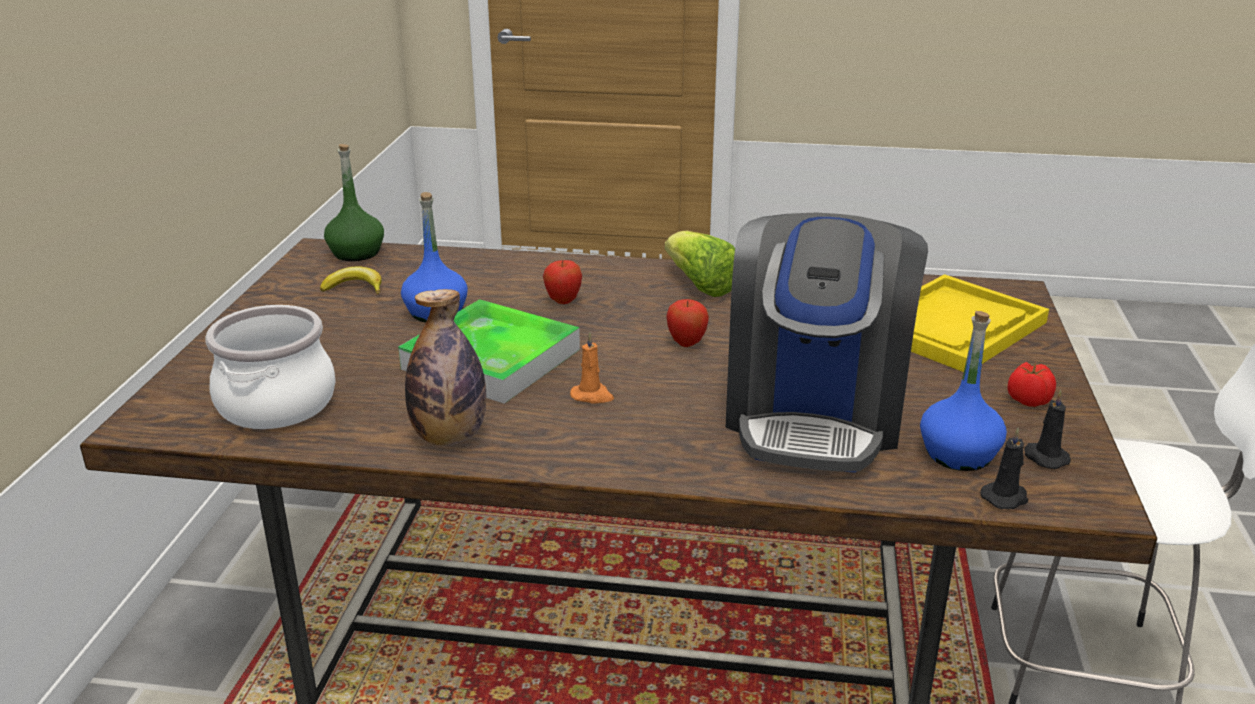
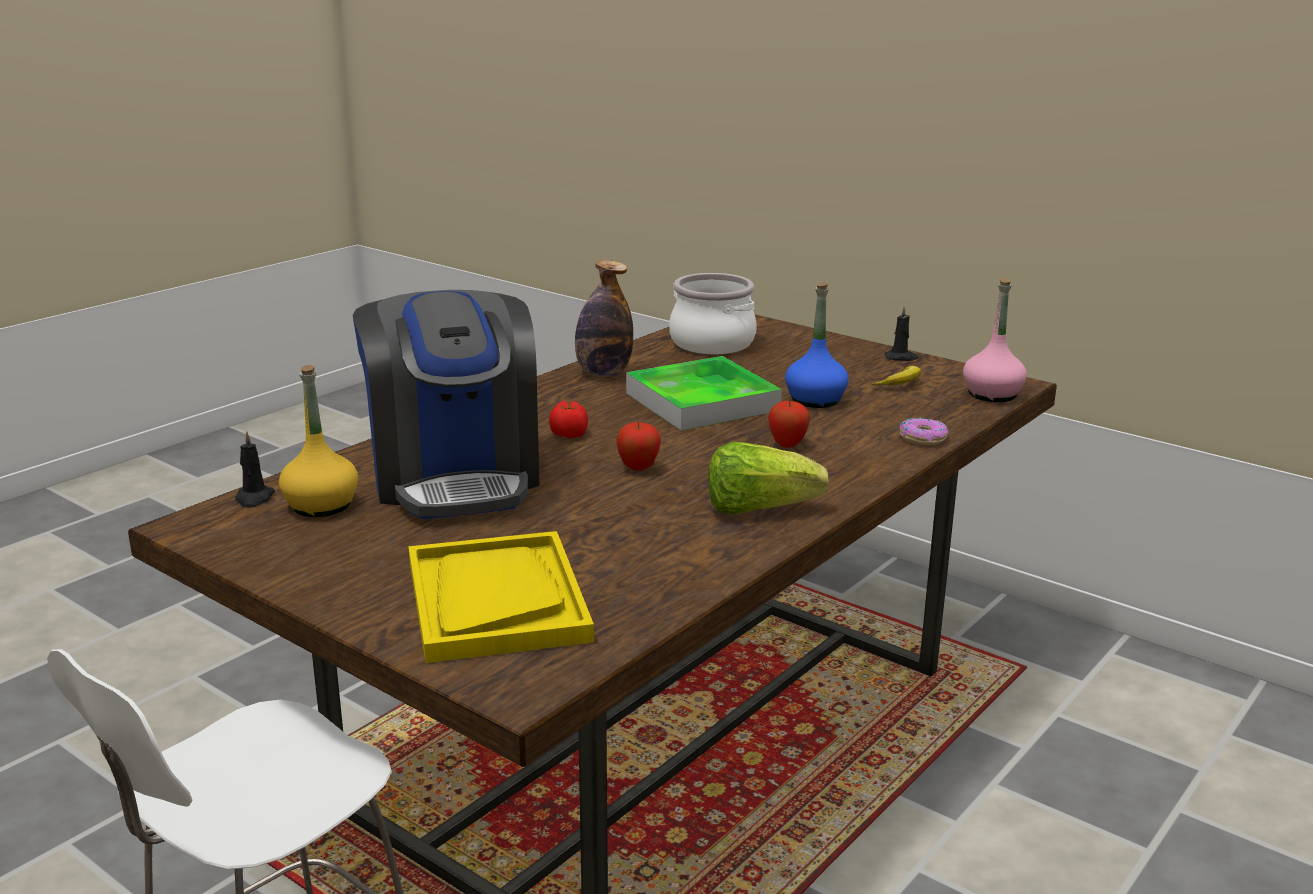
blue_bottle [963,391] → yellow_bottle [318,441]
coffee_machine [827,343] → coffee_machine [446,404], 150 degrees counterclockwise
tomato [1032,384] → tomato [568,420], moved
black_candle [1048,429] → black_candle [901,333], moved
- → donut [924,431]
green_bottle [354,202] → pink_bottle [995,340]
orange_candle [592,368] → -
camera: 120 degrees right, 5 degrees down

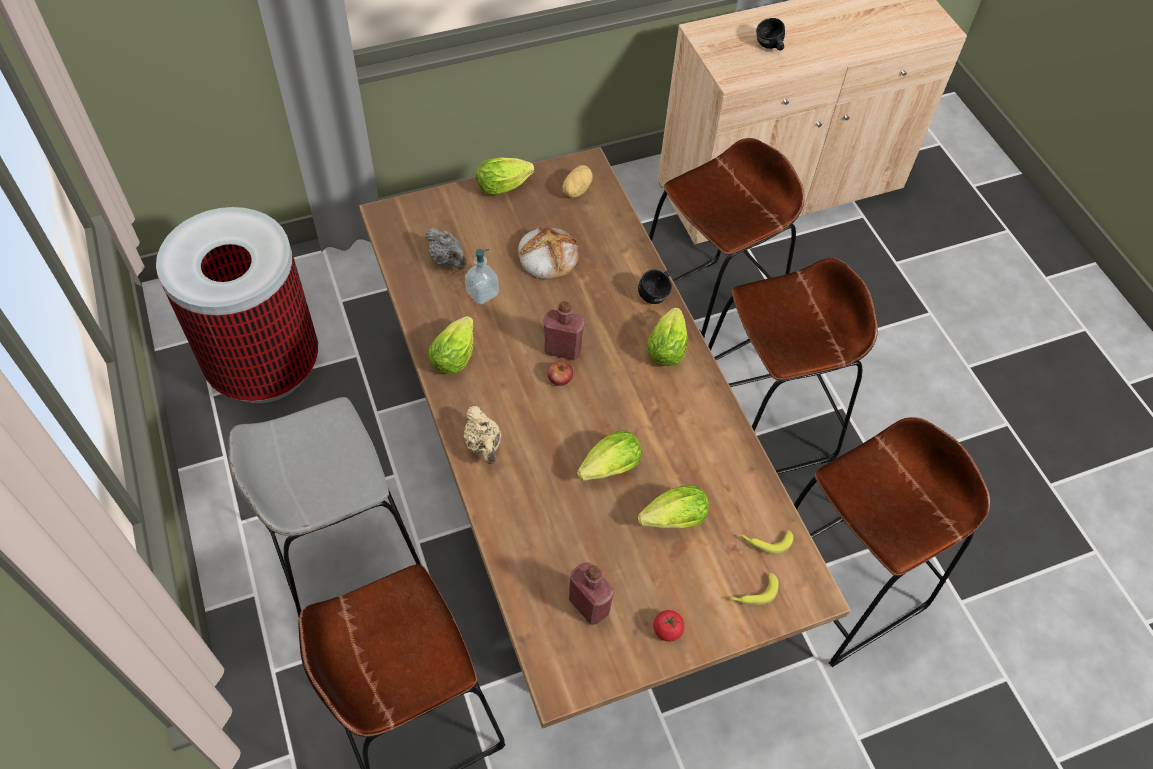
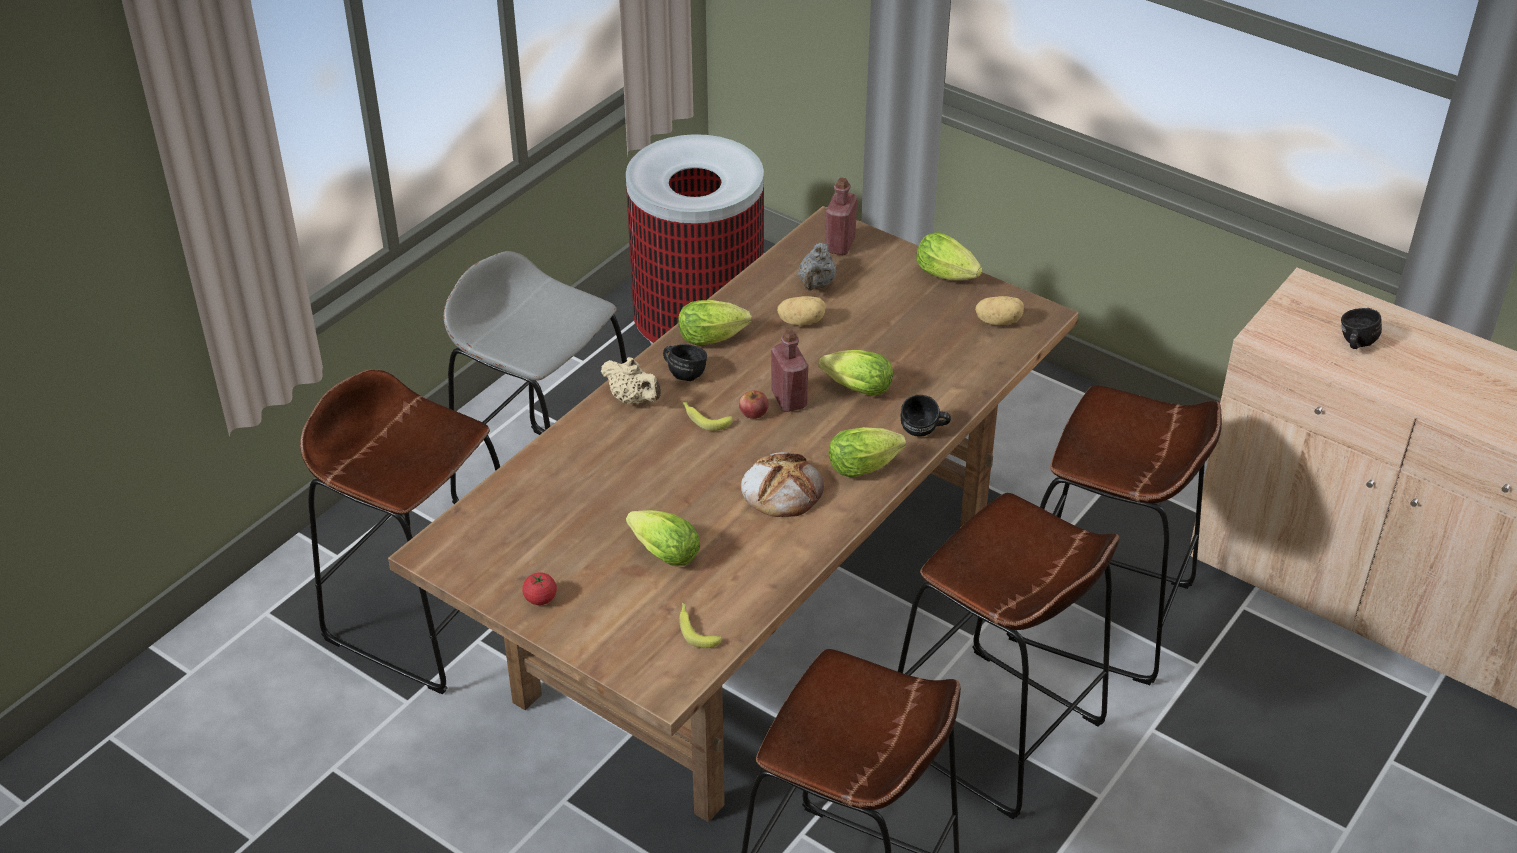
beige_teapot [483,435] → beige_teapot [631,380], 90 degrees counterclockwise
- → black_mug [685,362]
banana [754,589] → banana [708,416], moved
bread [549,253] → bread [782,484], moved
soap_dispenser [482,276] → potato [801,311]
lettuce [609,455] → lettuce [855,373], moved
red_bottle [591,593] → red_bottle [841,216], moved
camera: 60 degrees right, 15 degrees down

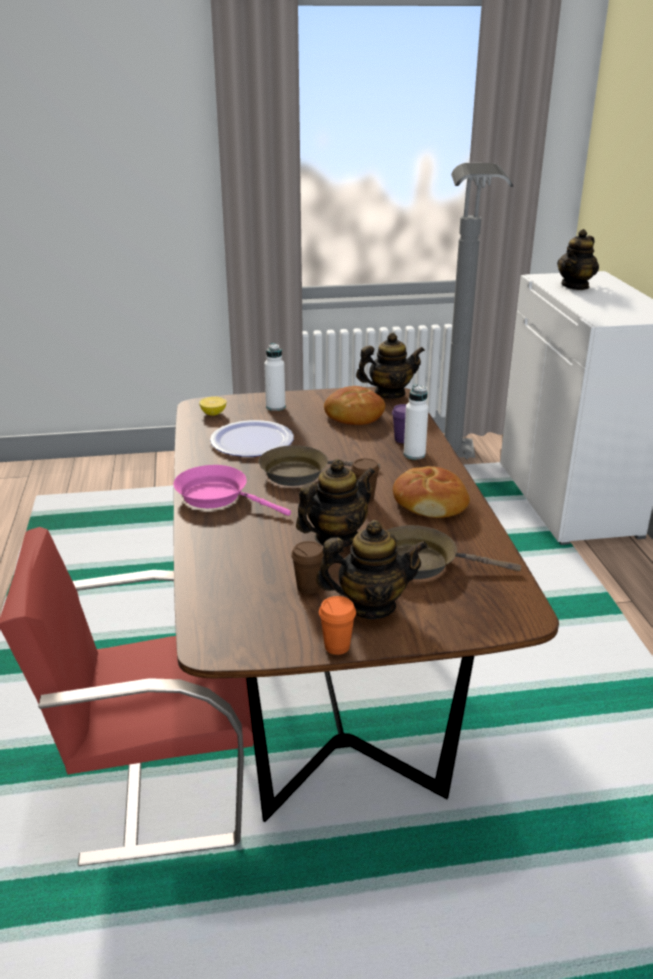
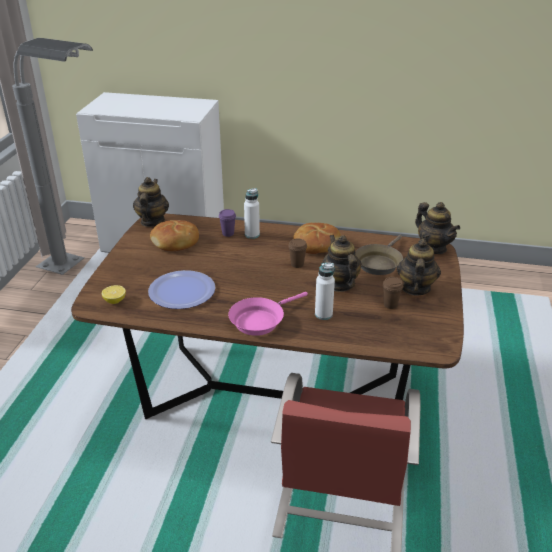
white_bottle [274,377] → white_bottle [325,291], moved
teapot [578,259] → teapot [437,228], moved
brown_frying_pan [319,465] → -
orange_cup [337,625] → -
camera: 70 degrees left, 5 degrees up

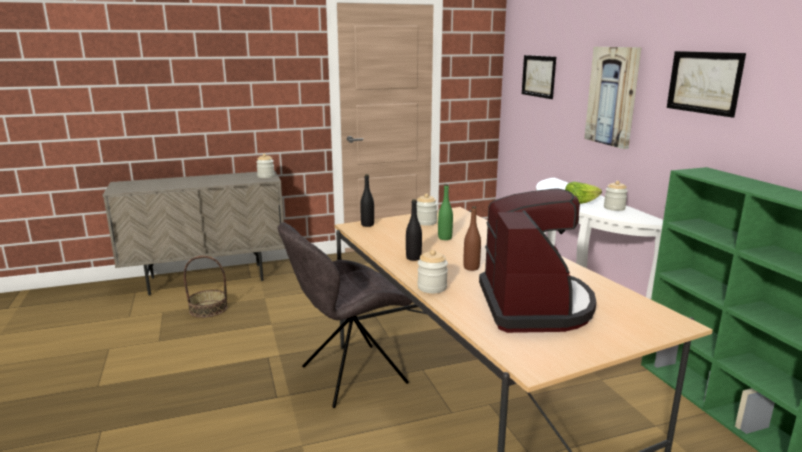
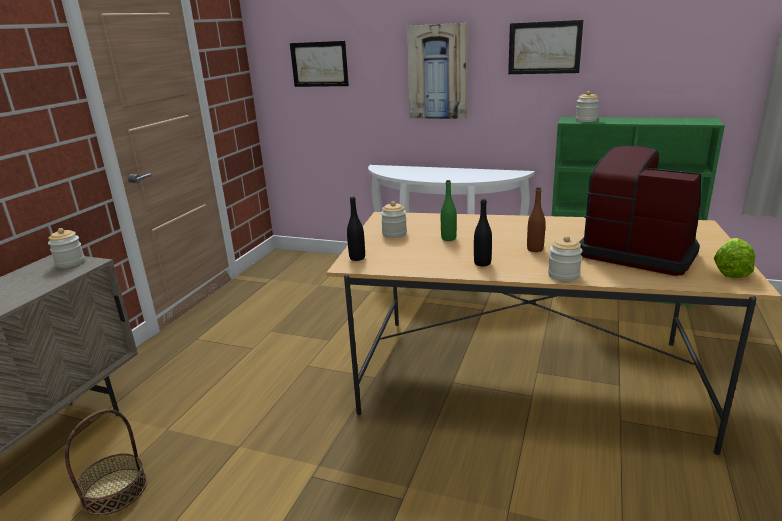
jar [616,196] → jar [587,106], moved
lettuce [583,193] → lettuce [735,258], moved
grey_chair [345,315] → -
camera: 50 degrees left, 5 degrees up

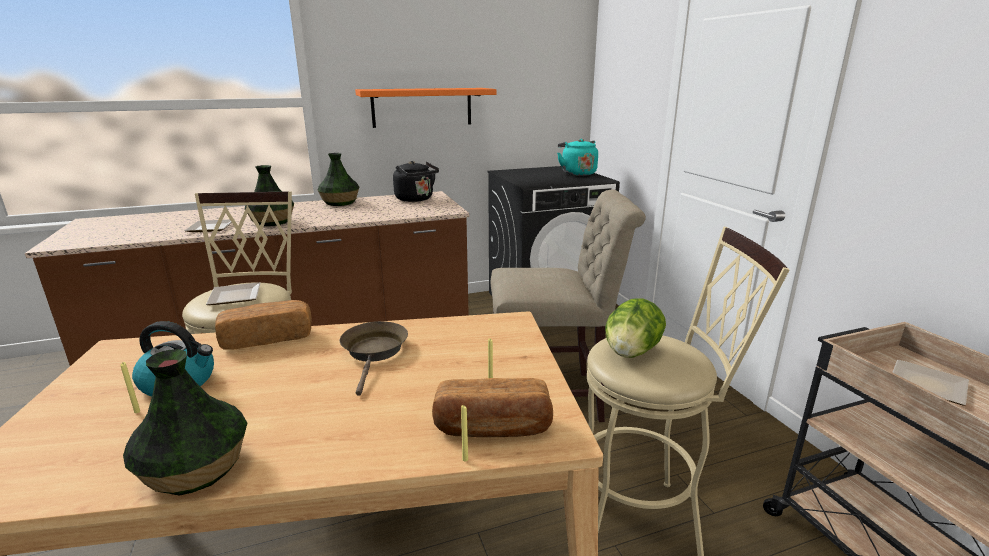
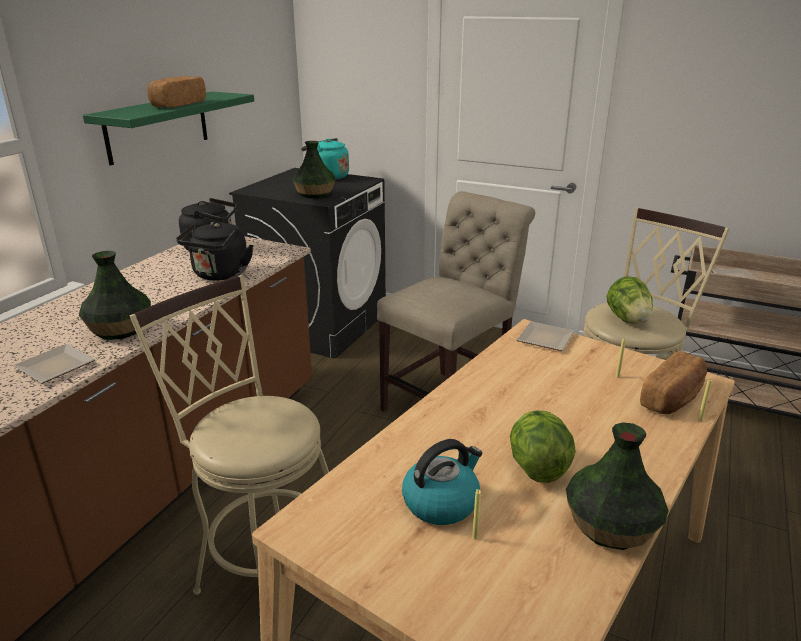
orange_shelf [426,108] → green_shelf [168,129]
bread [263,325] → bread [177,92], moved
- → black_kettle [214,251]
vase [338,179] → vase [314,169], moved
- → lettuce [543,446]
plate [233,293] → plate [545,336], moved
brown_frying_pan [374,358] → -
camera: 45 degrees left, 5 degrees up

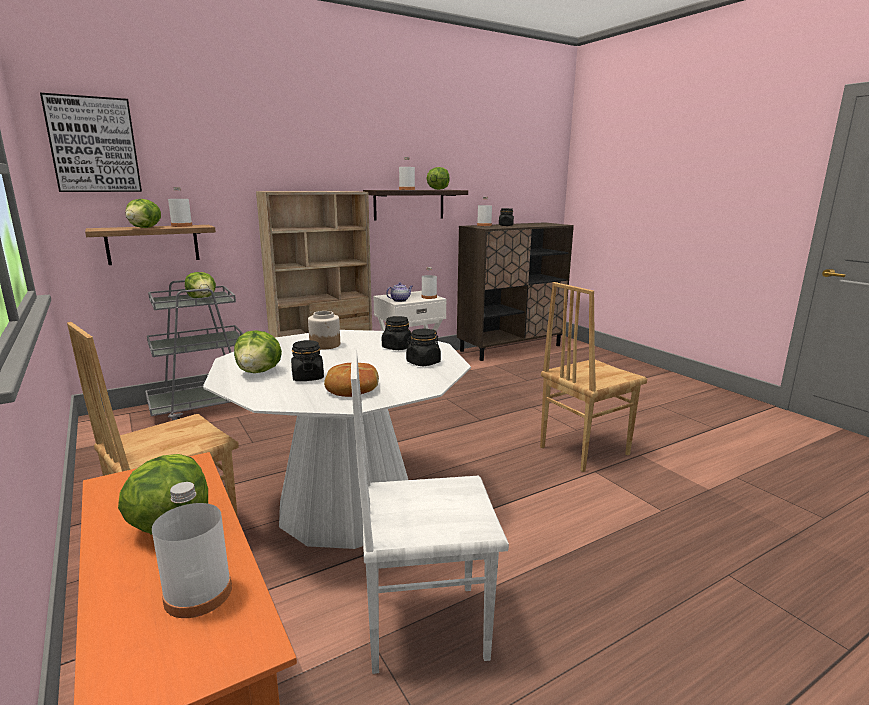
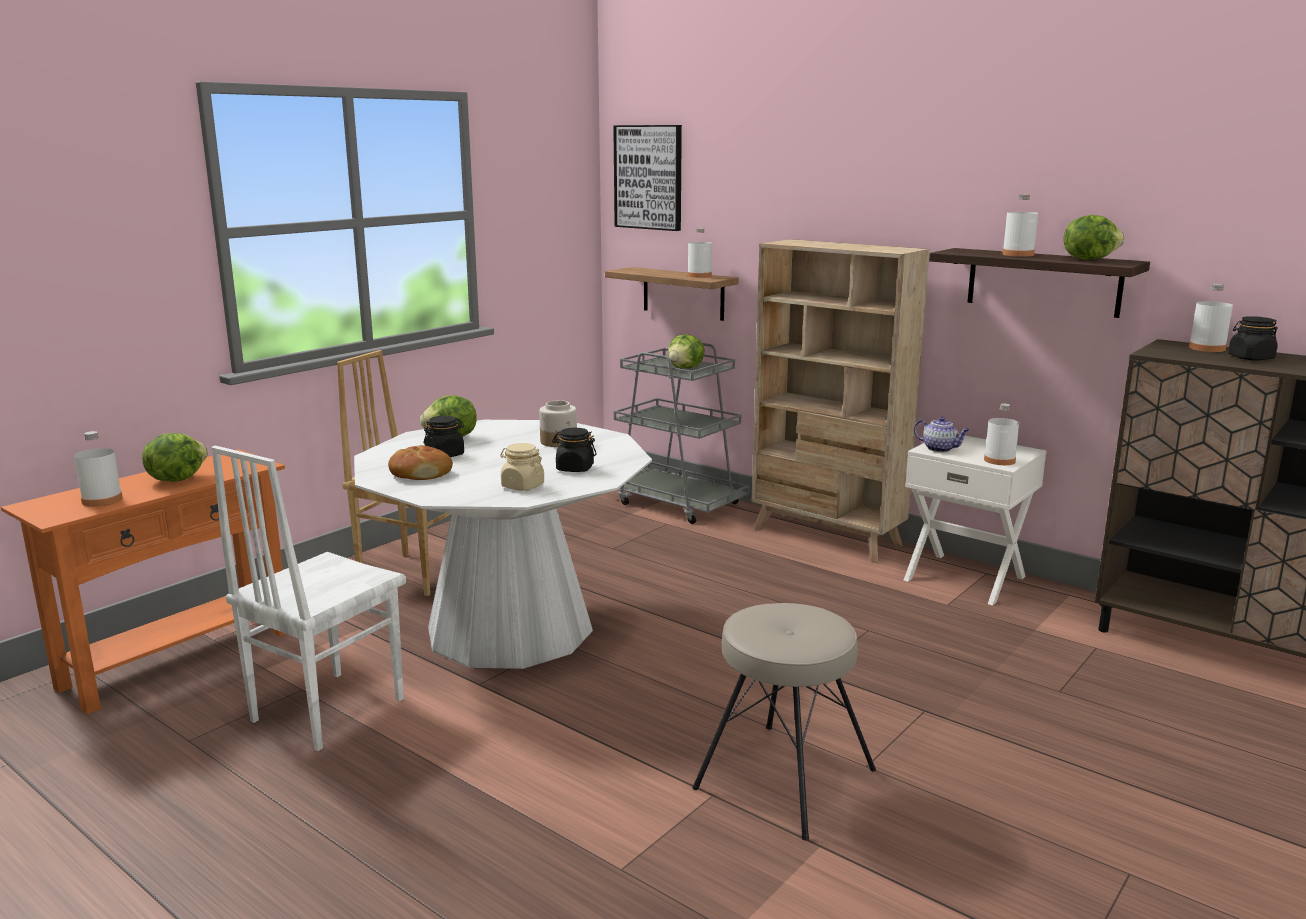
white_chair [430,511] → white_chair [308,598], 120 degrees counterclockwise
black_jar [423,347] → beige_jar [522,467]
brown_chair [593,377] → beige_stool [784,722]
lettuce [143,213] → -
camera: 70 degrees right, 0 degrees up

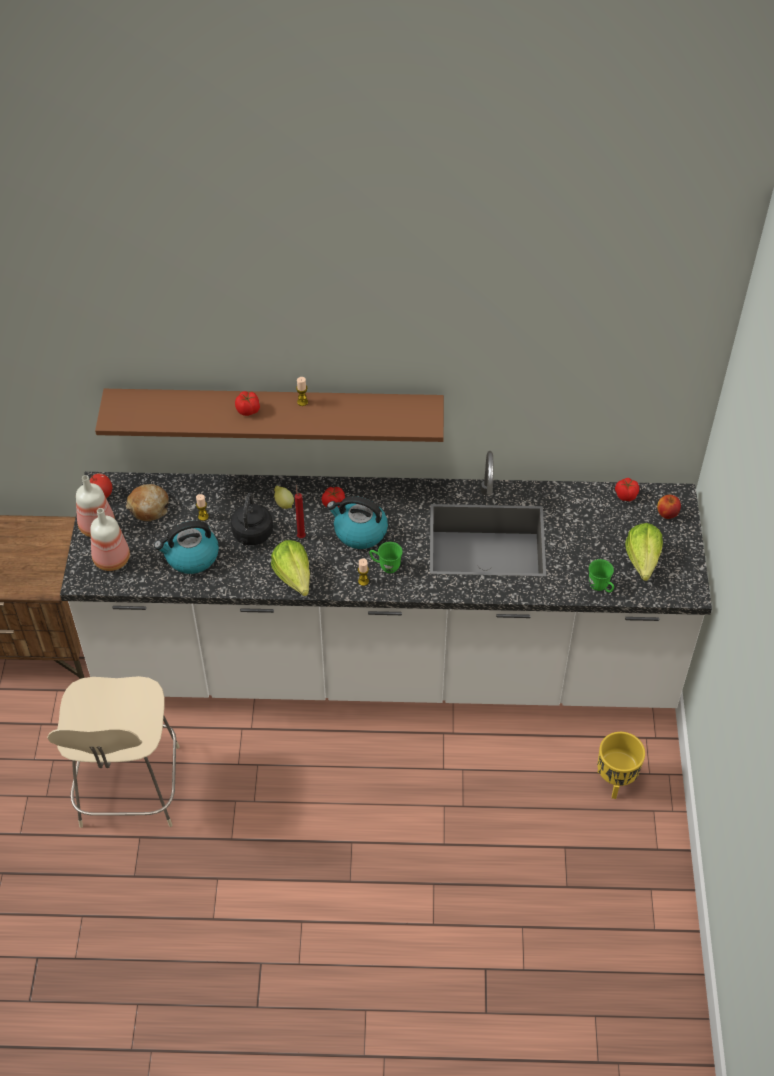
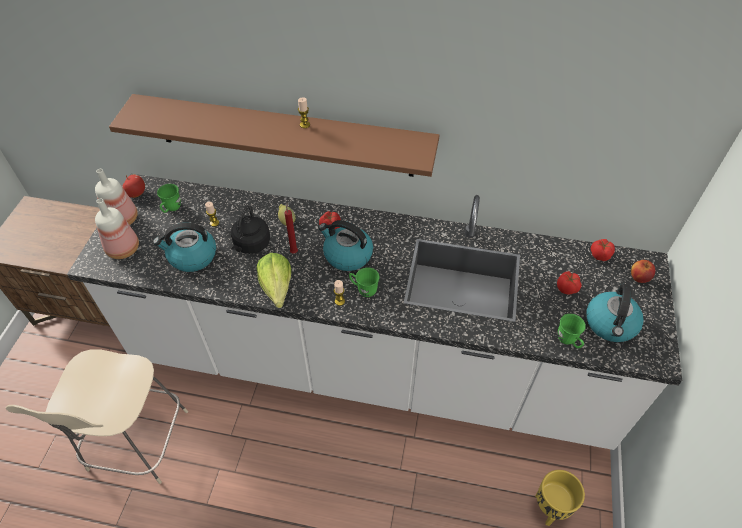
bread [147,502] → green_mug [169,198]
tomato [247,403] → tomato [569,282], moved
lettuce [644,552] → kettle [615,313]
camera: 10 degrees right, 0 degrees up

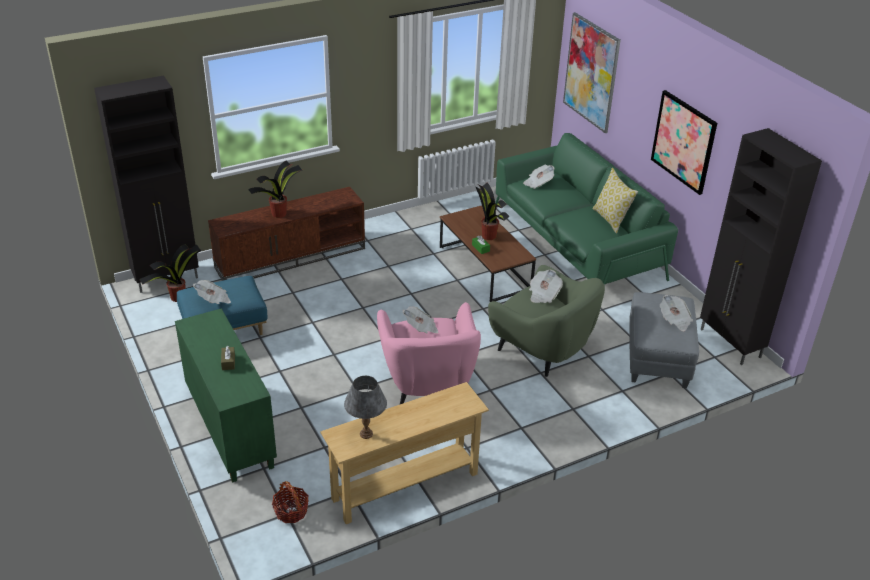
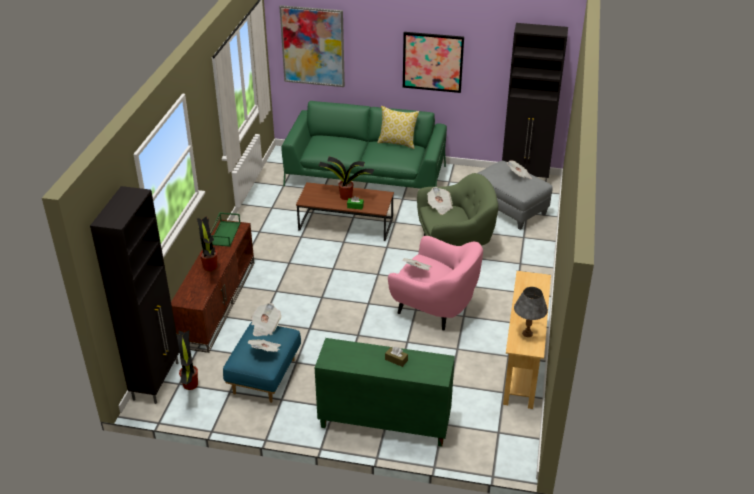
- → green_tray [225,229]
newspaper [539,177] → newspaper [266,319], moved
basket [290,502] → -
camera: 50 degrees left, 0 degrees up

